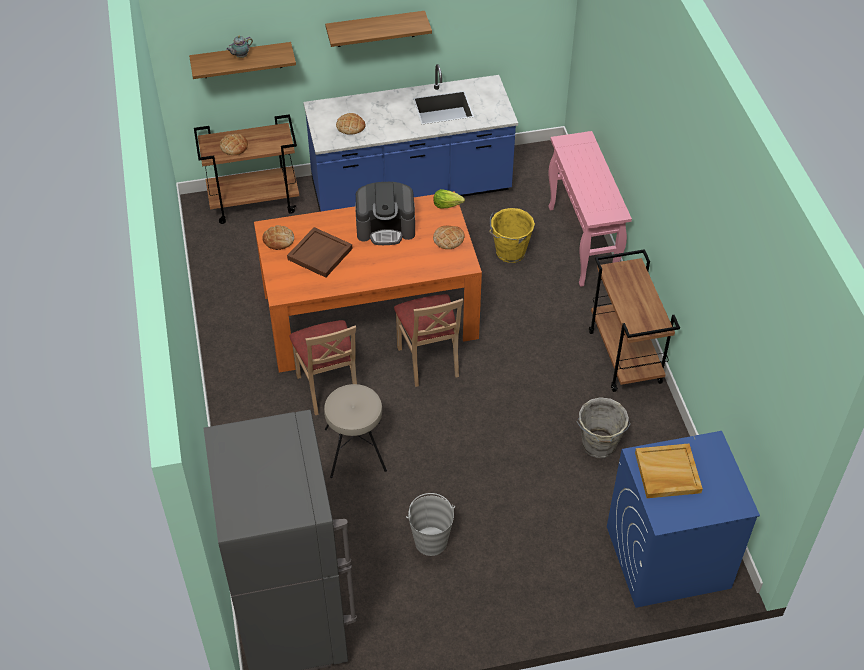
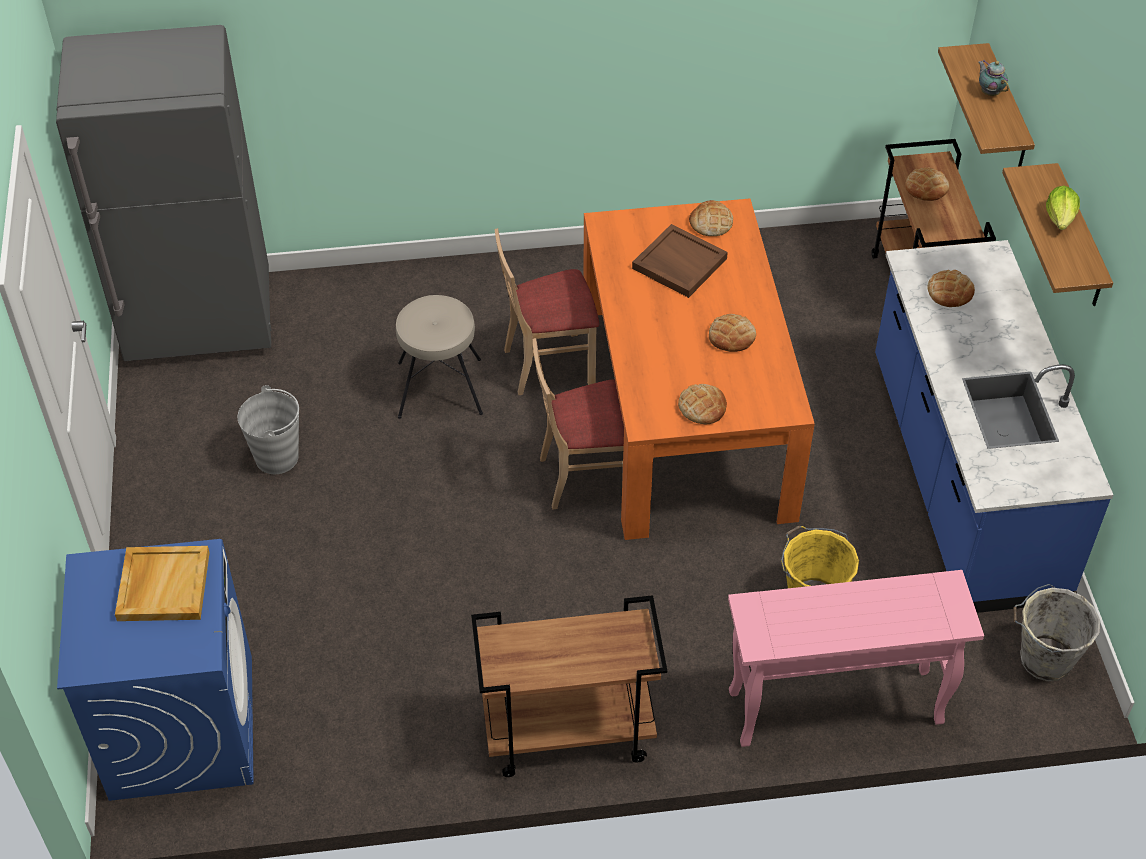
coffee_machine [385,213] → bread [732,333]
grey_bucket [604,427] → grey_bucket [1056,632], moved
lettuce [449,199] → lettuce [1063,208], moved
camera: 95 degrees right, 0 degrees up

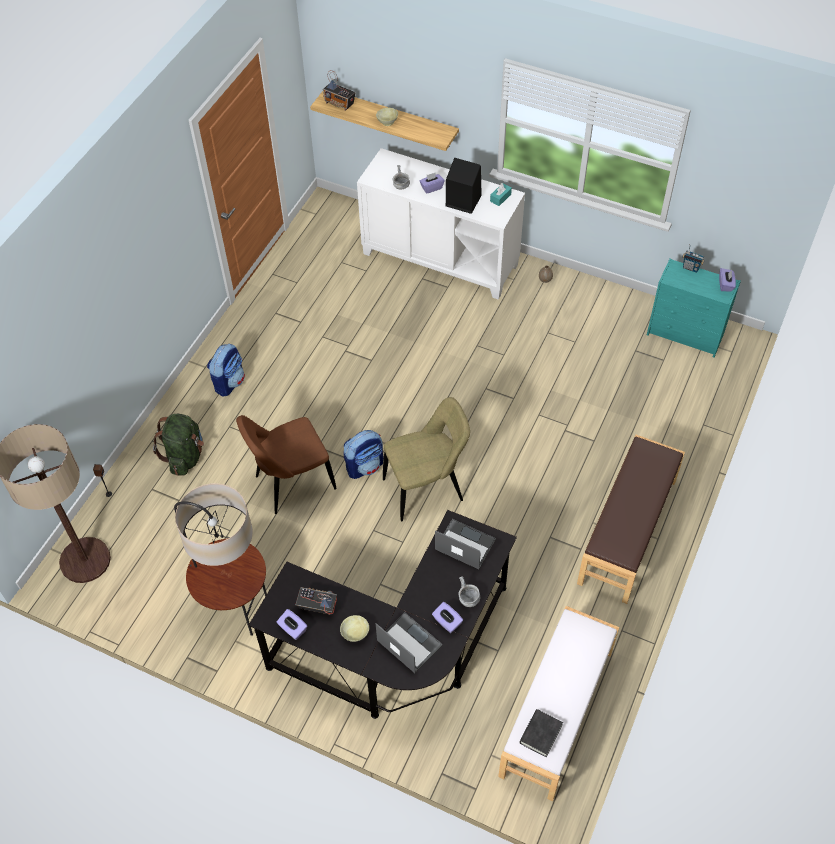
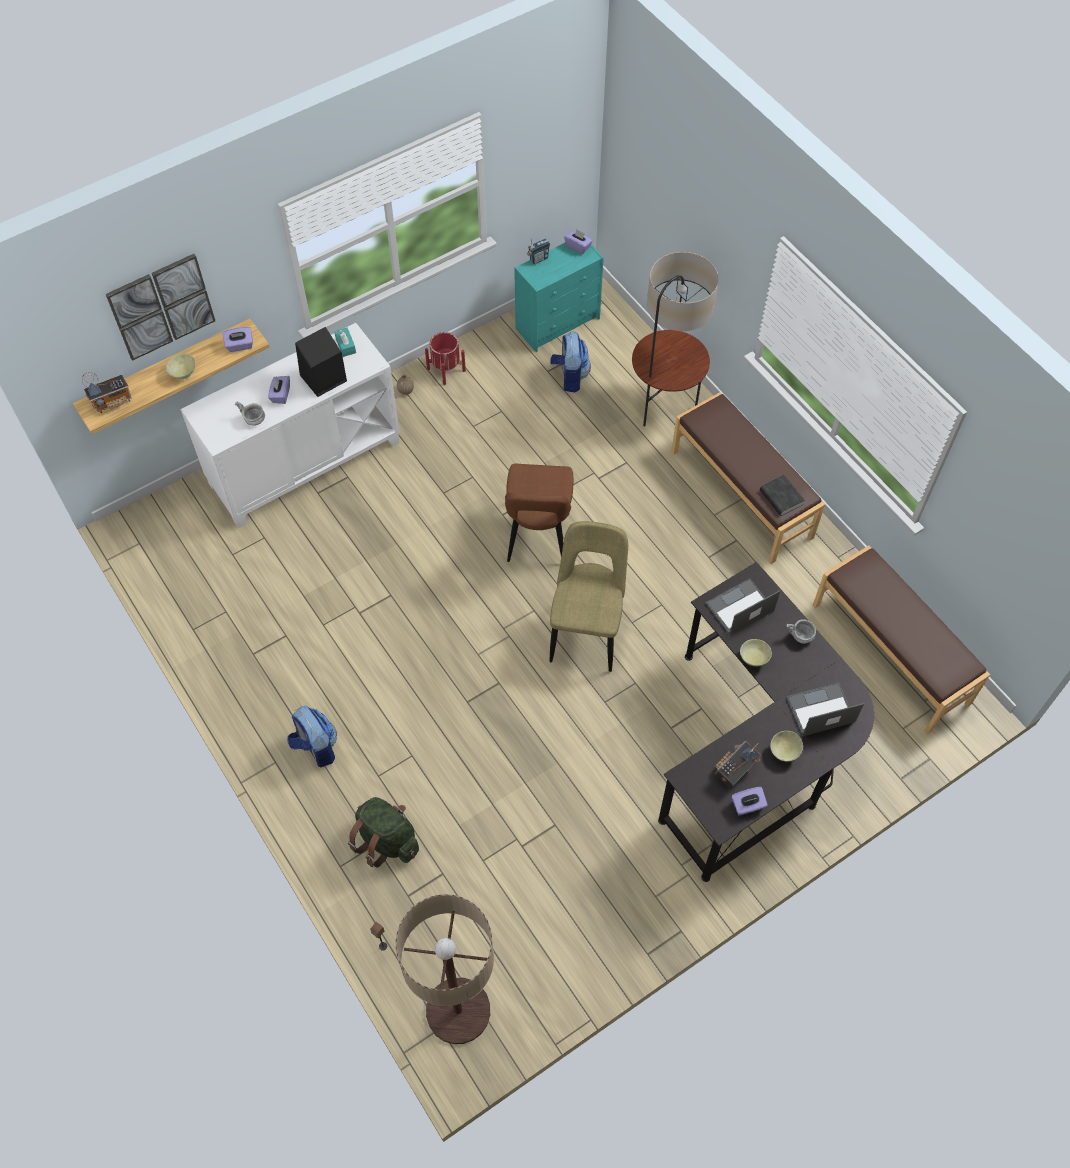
- → picture [160,307]
purple_tissue_box [447,617] → purple_tissue_box [237,339], moved
- → red_planter [445,358]
brown_chair [286,464] → brown_chair [539,513], moved
backpack [363,454] → backpack [570,362], moved
floor_lamp [220,559] → floor_lamp [675,339], moved
- → beige_bowl [756,652]
black_book [541,733] → black_book [782,495], moved
white_bench [558,703] → brown_bench [901,639]
camera: 60 degrees left, 5 degrees up

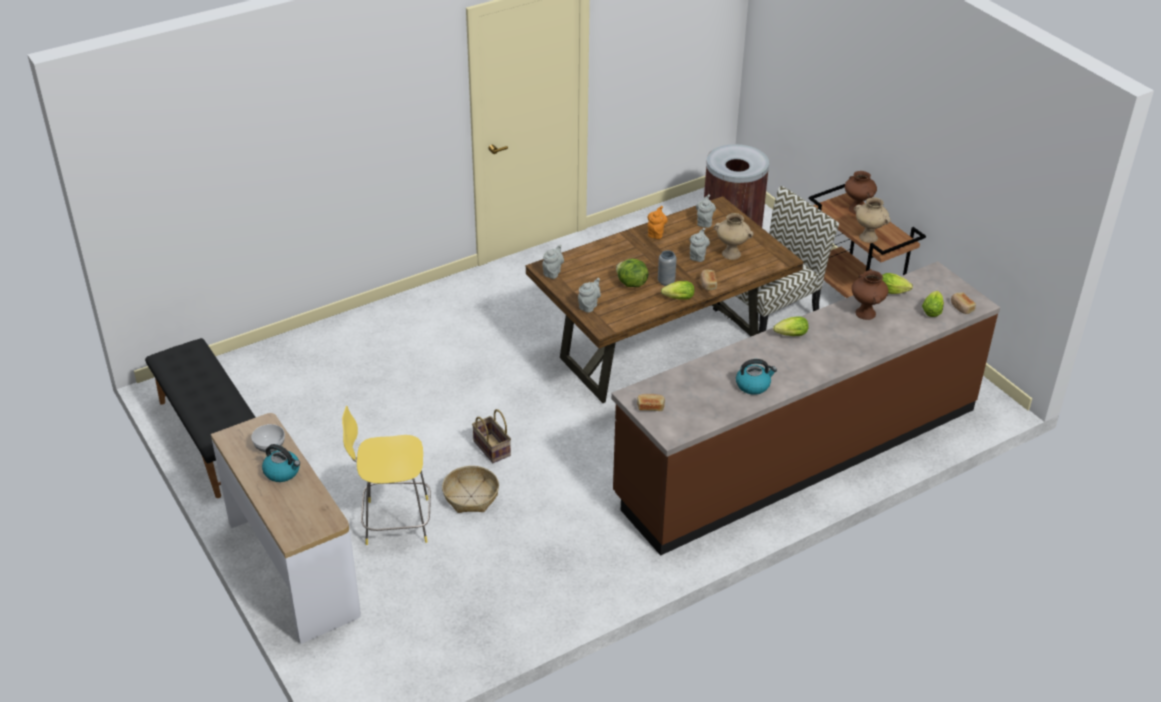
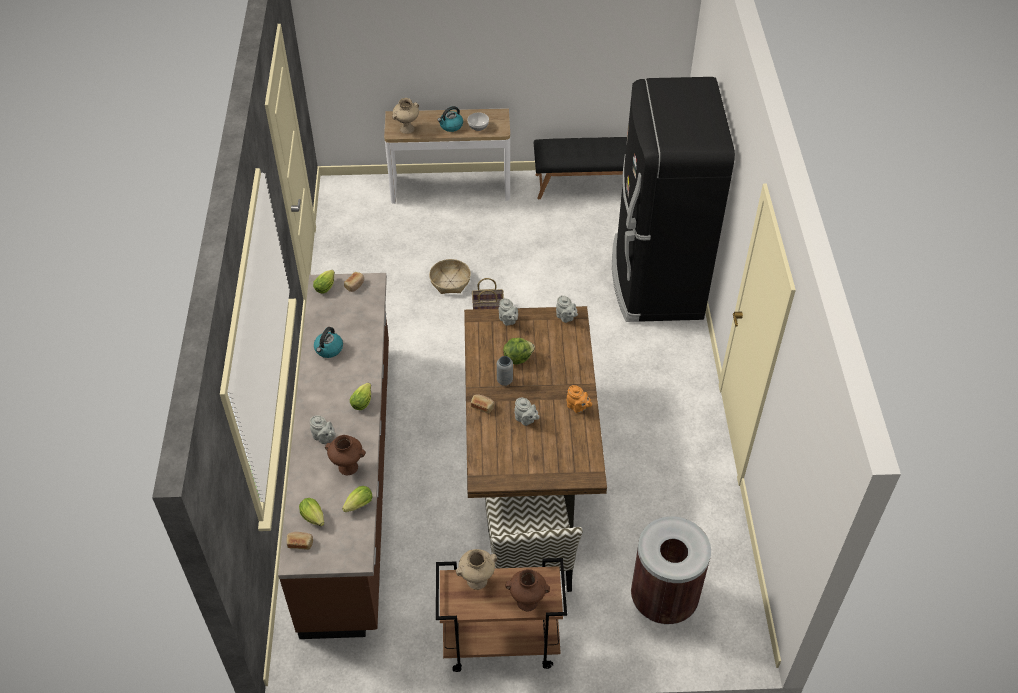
grey_teapot [706,211] → grey_teapot [323,429], moved
lettuce [677,290] → lettuce [324,282], moved
beige_vase [733,236] → beige_vase [405,116], moved
- → black_fridge [673,199]
yellow_stool [386,475] → -
camera: 120 degrees right, 10 degrees up

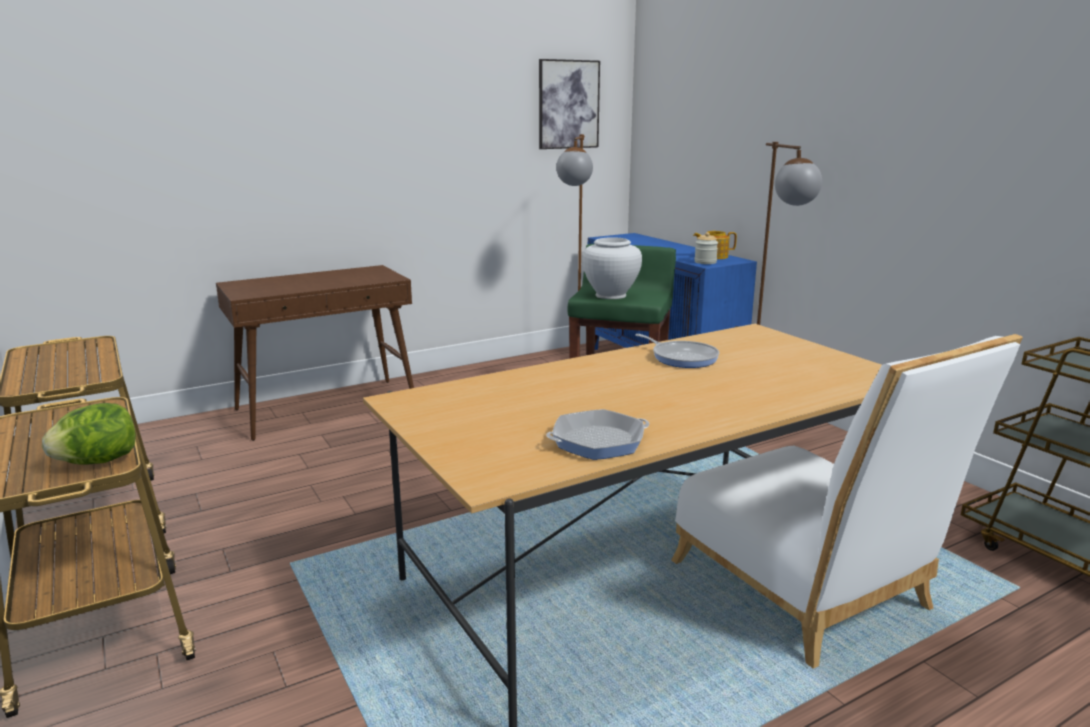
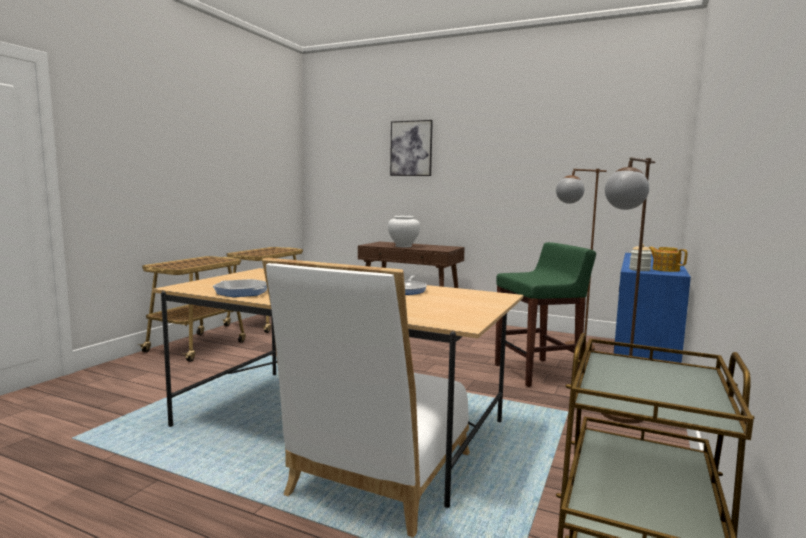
white_vase [612,268] → white_vase [404,232], moved
picture [569,104] → picture [411,148], moved
lettuce [89,434] → -
camera: 55 degrees right, 10 degrees down

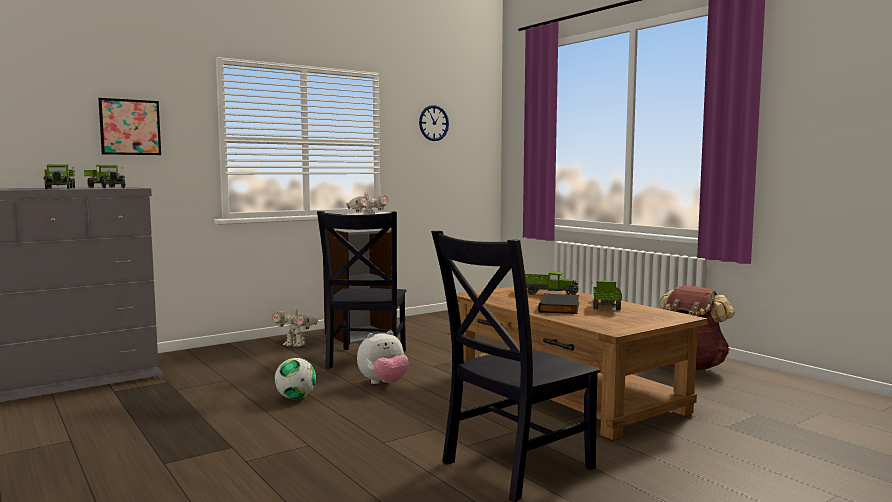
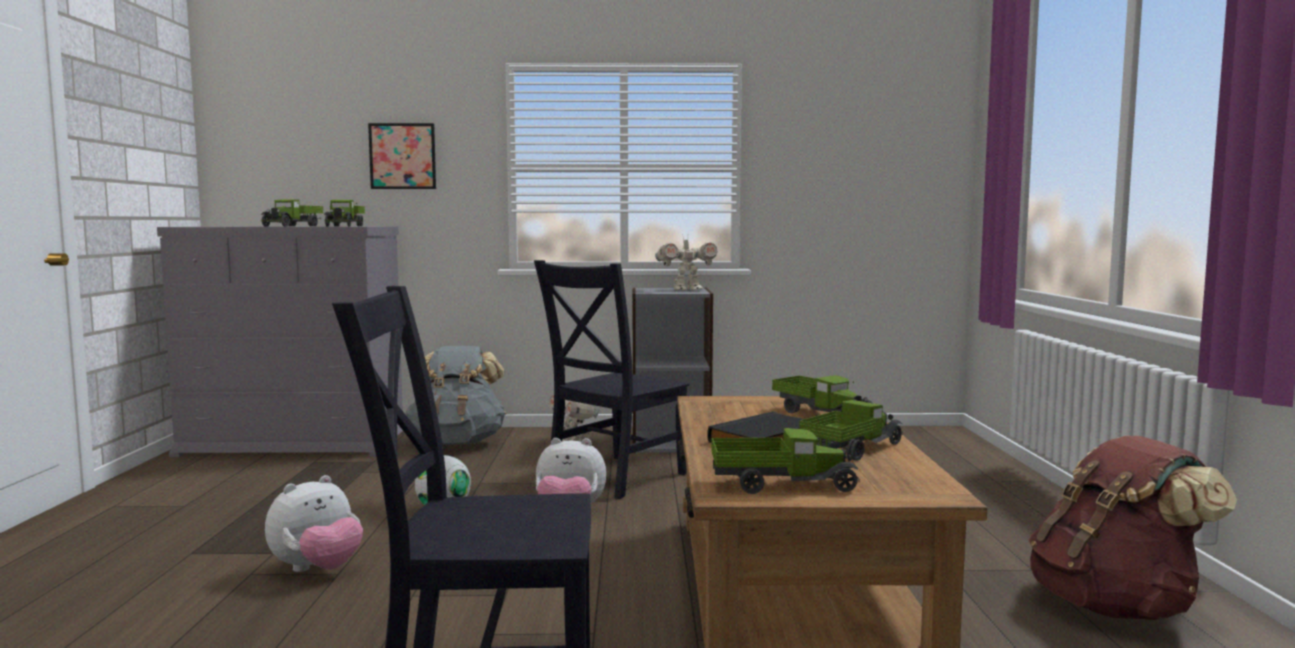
- → plush_toy [314,523]
- → grey_backpack [456,395]
- → toy_truck [785,461]
wall_clock [434,123] → -
camera: 35 degrees right, 0 degrees up

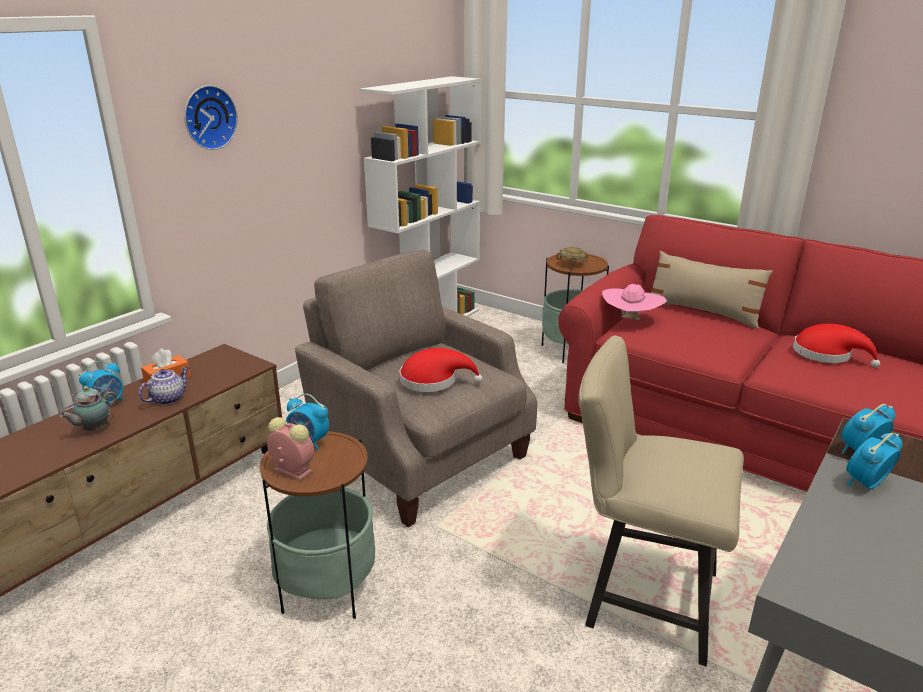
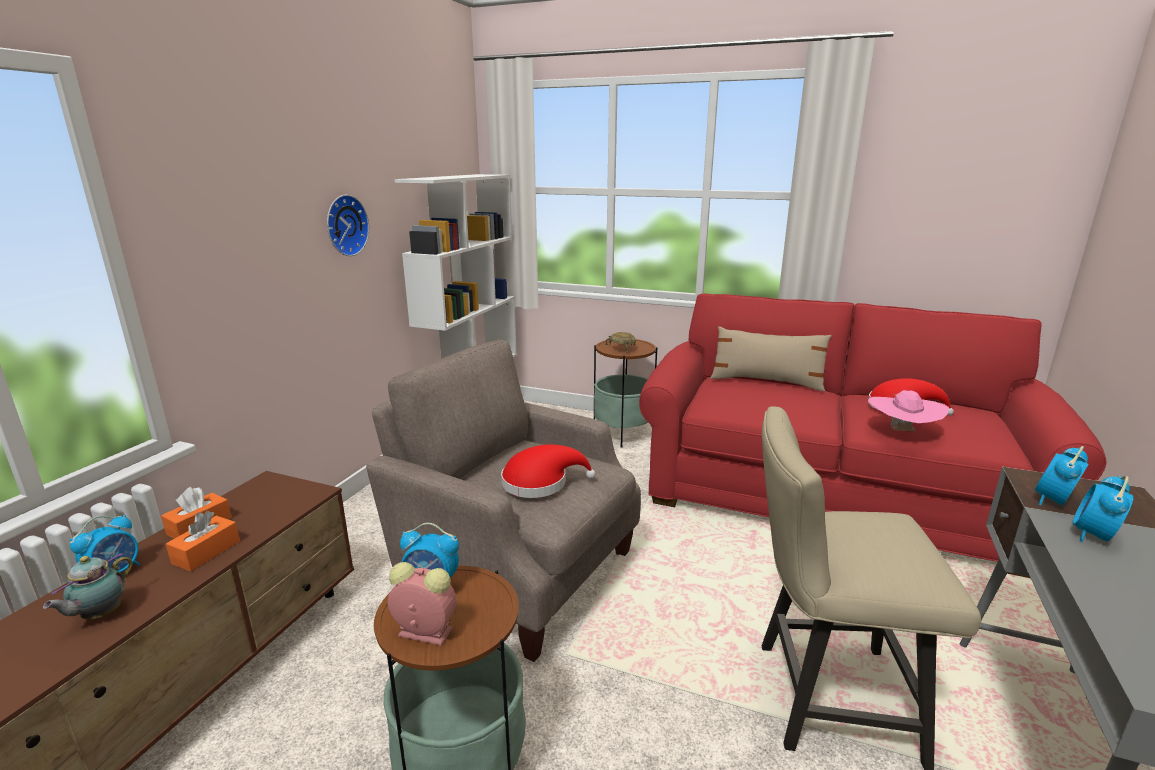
teapot [163,386] → orange_tissue_box [203,541]
wall_clock [211,117] → wall_clock [348,225], moved
pink_hat [634,302] → pink_hat [908,410], moved
camera: 15 degrees left, 5 degrees down

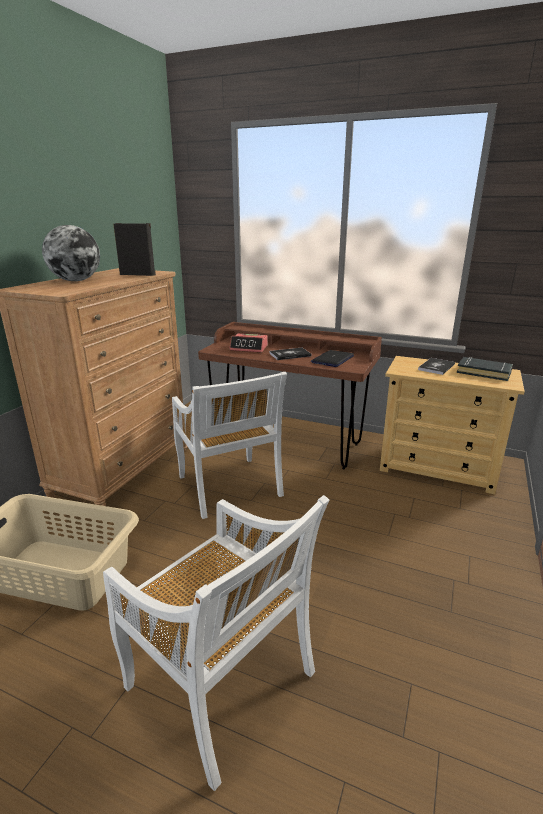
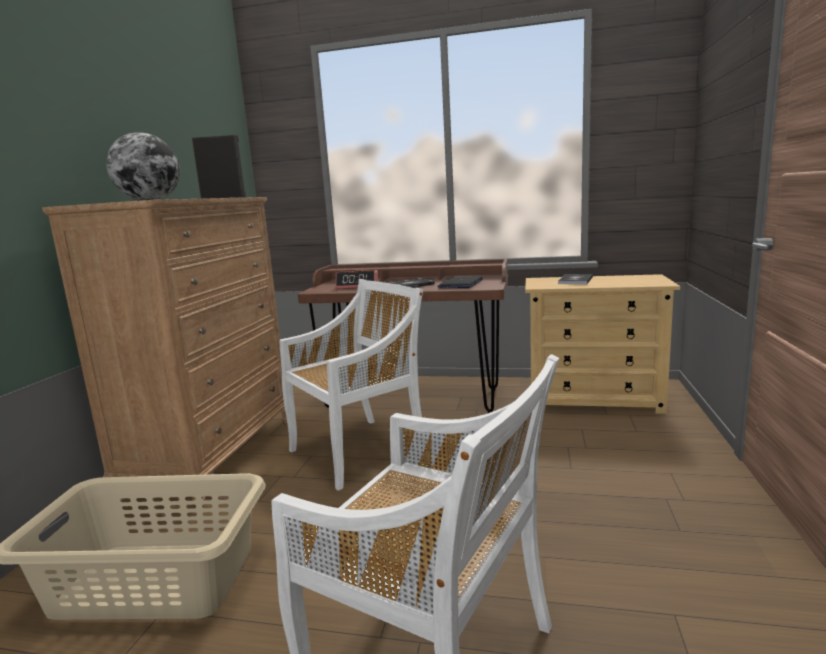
white_chair [229,445] → white_chair [353,385], 90 degrees counterclockwise
black_book [485,369] → -
camera: 10 degrees left, 10 degrees down

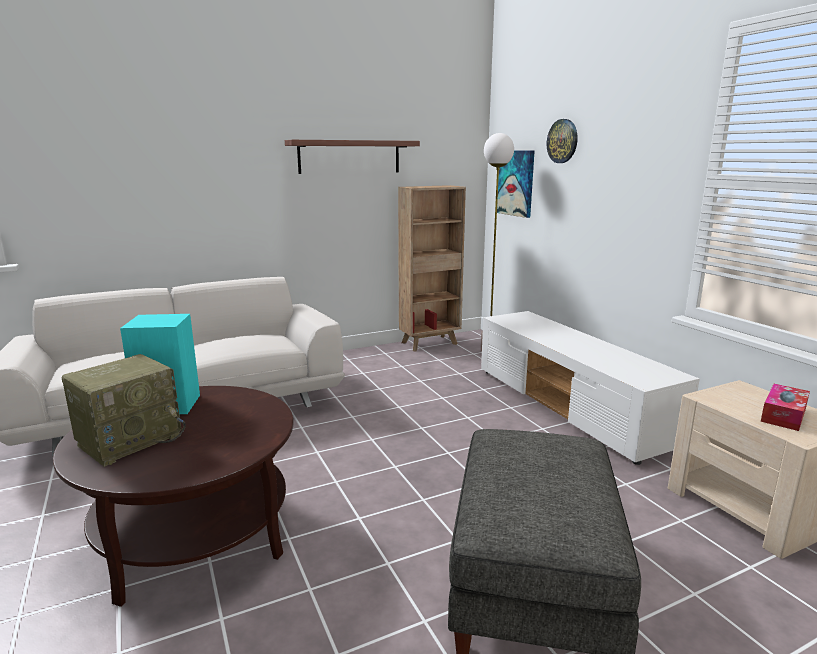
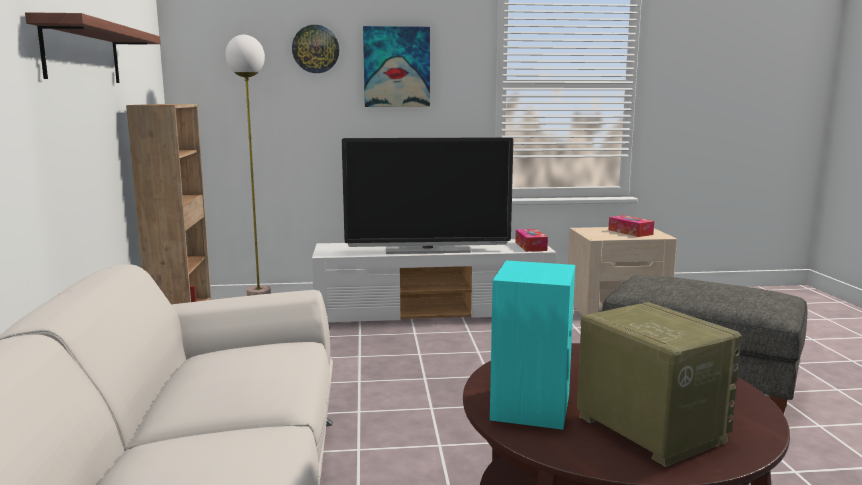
- → television [428,195]
picture [516,184] → picture [396,66], moved
- → tissue_box [531,240]
camera: 70 degrees left, 5 degrees down

